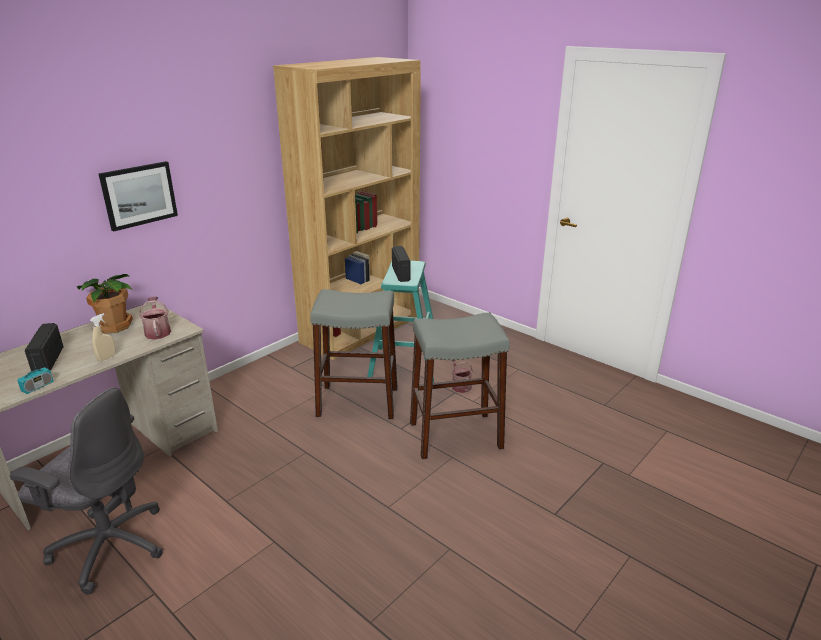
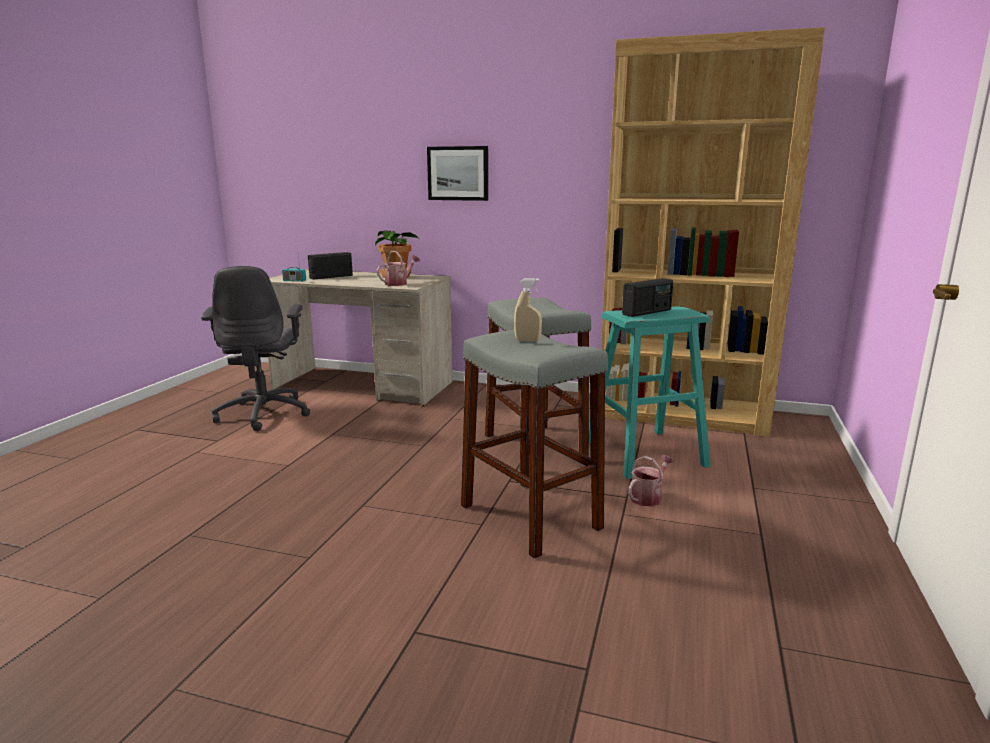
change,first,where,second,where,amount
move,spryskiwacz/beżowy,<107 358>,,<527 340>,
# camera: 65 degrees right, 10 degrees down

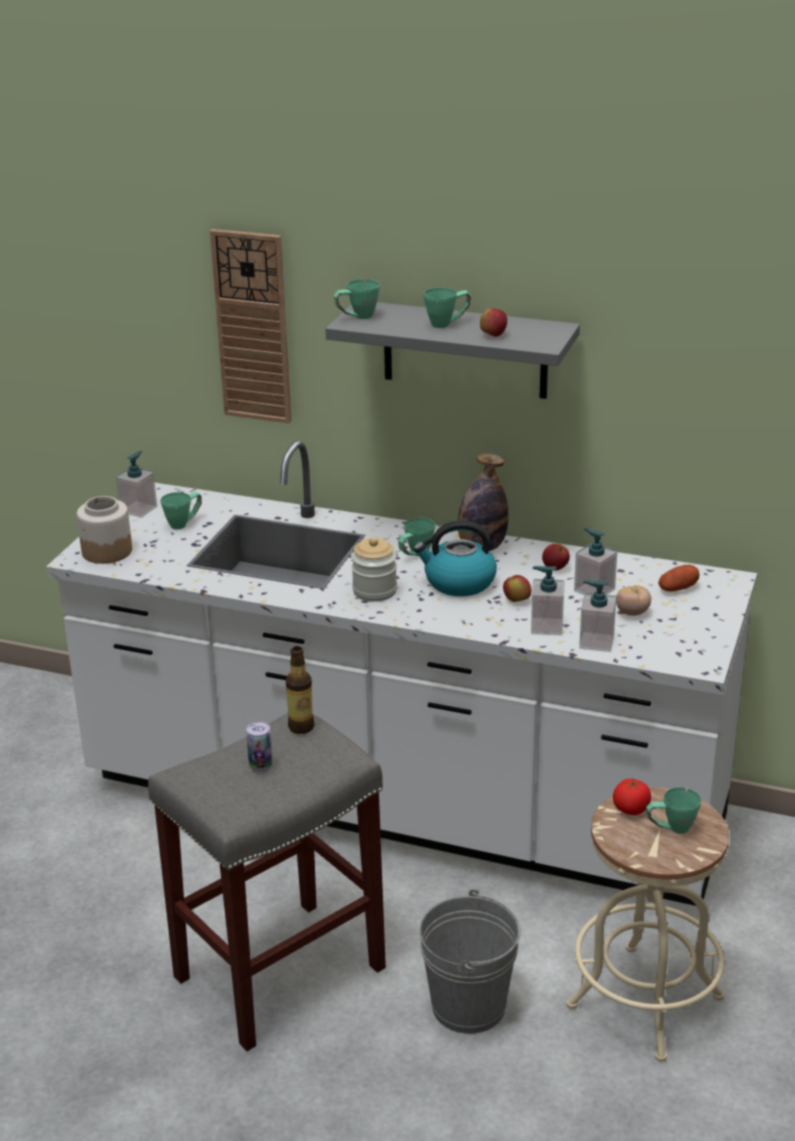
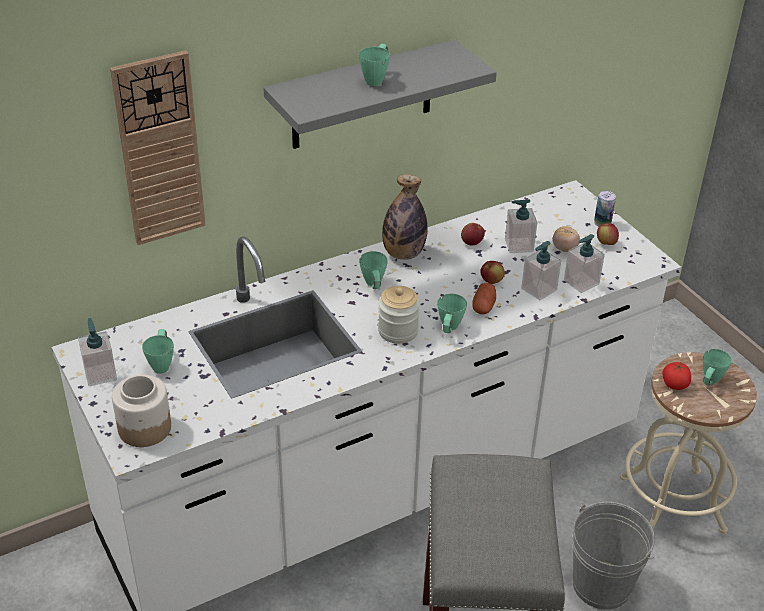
change,first,where,second,where,amount
delete,butelka,<301 727>,,,
delete,czajnik,<458 582>,,,
move,puszka,<261 766>,,<602 223>,
move,kubek/zielony,<357 317>,,<449 330>,
move,jabłko,<493 335>,,<606 243>,
move,ziemniak,<678 588>,,<483 306>,
# camera: 50 degrees left, 10 degrees up

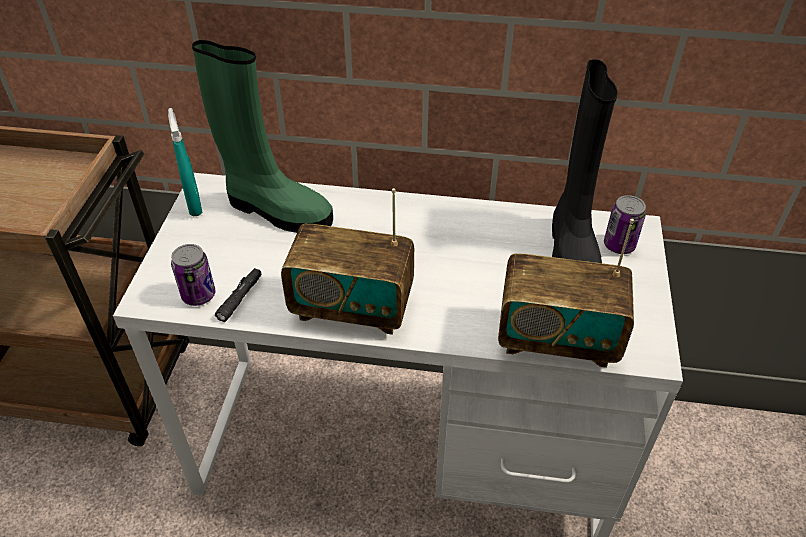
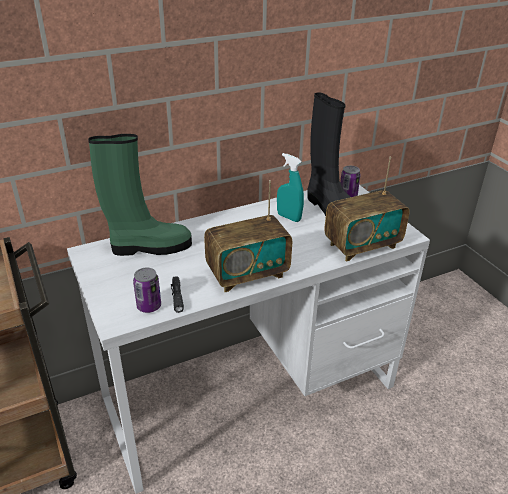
change,first,where,second,where,amount
move,spryskiwacz/turkusowy,<194 205>,,<289 217>,
# camera: 35 degrees left, 10 degrees down

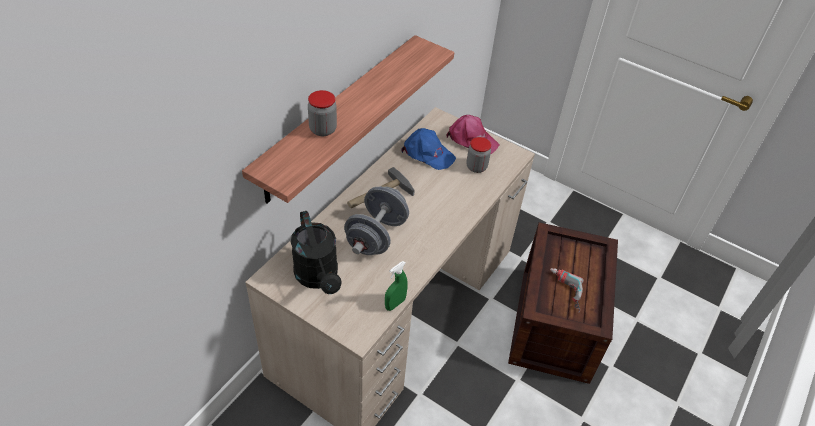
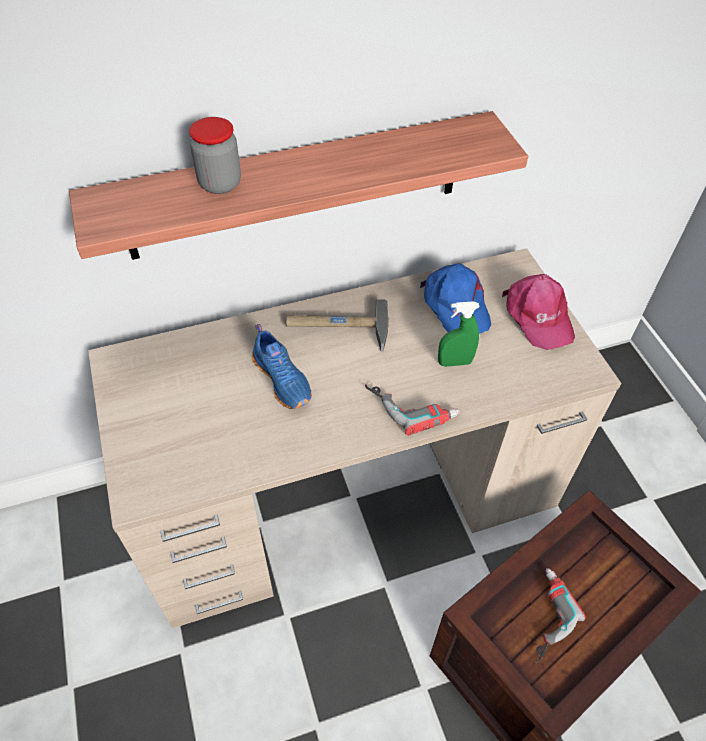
change,first,where,second,where,amount
delete,konewka/czarny,<318 277>,,,
delete,słoik,<476 167>,,,
insert,,,wiertarka,<412 404>,
move,spryskiwacz/zielony,<395 304>,,<454 362>,
replace,hantel/szary,<376 236>,but/niebieski,<283 379>,
# camera: 40 degrees right, 5 degrees up

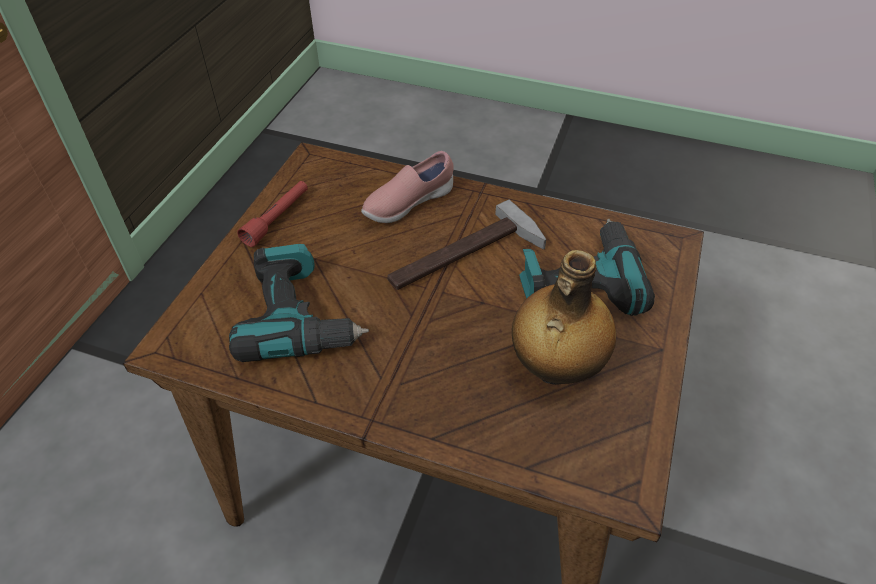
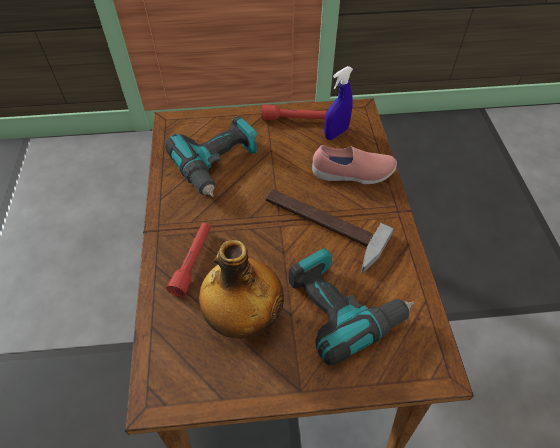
change,first,where,second,where,amount
insert,,,latarka/czerwony,<193 262>,
insert,,,spryskiwacz/niebieski,<336 133>,
rotate,but/różowy,<407 204>,,<353 175>,150 degrees clockwise
# camera: 65 degrees right, 5 degrees up

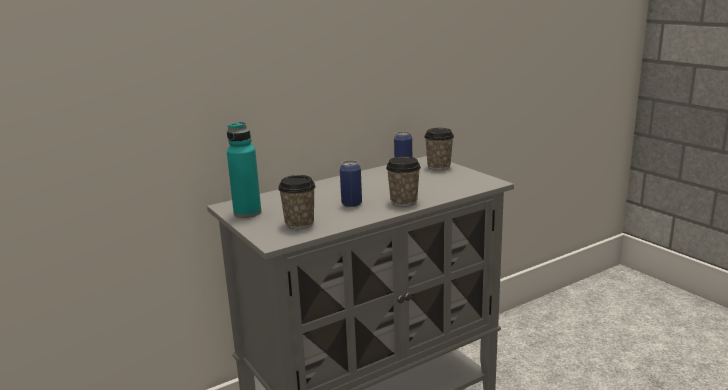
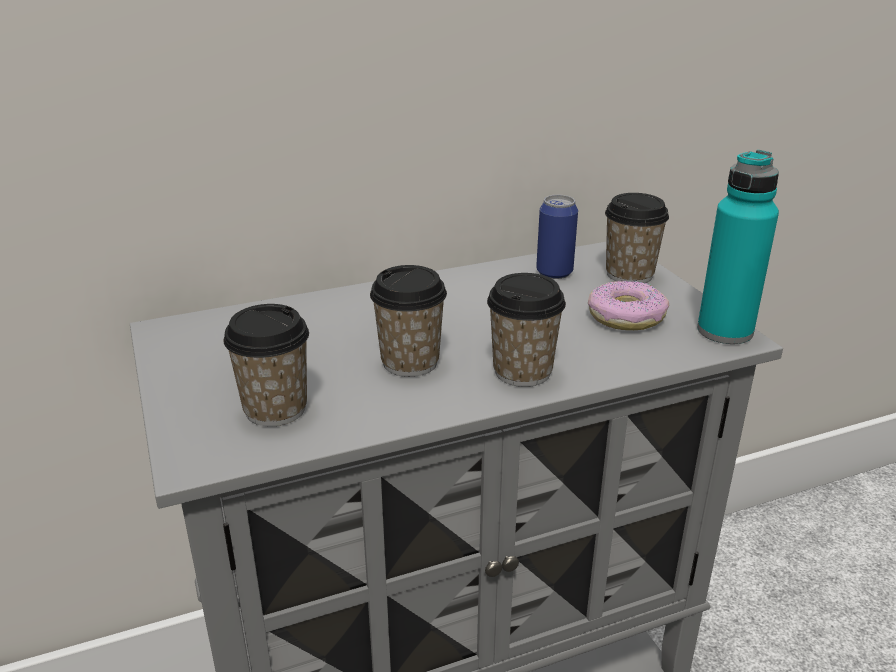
change,first,where,second,where,amount
insert,,,donut,<625 316>,
move,butelka/turkusowy,<247 213>,,<725 331>,
replace,puszka,<351 204>,filiżanka,<410 362>,
# camera: 10 degrees right, 10 degrees up

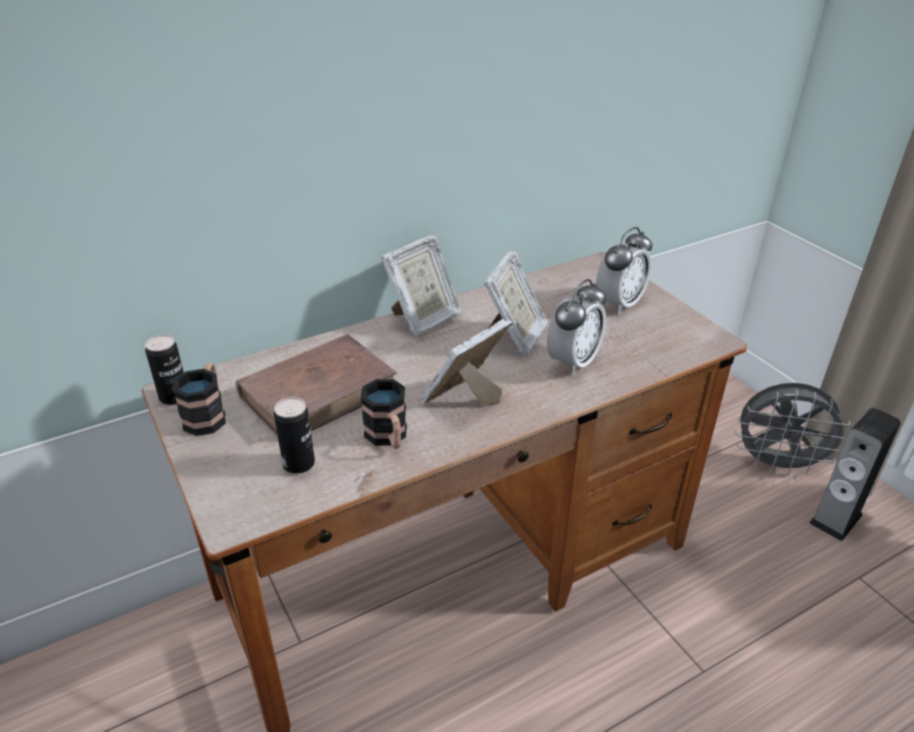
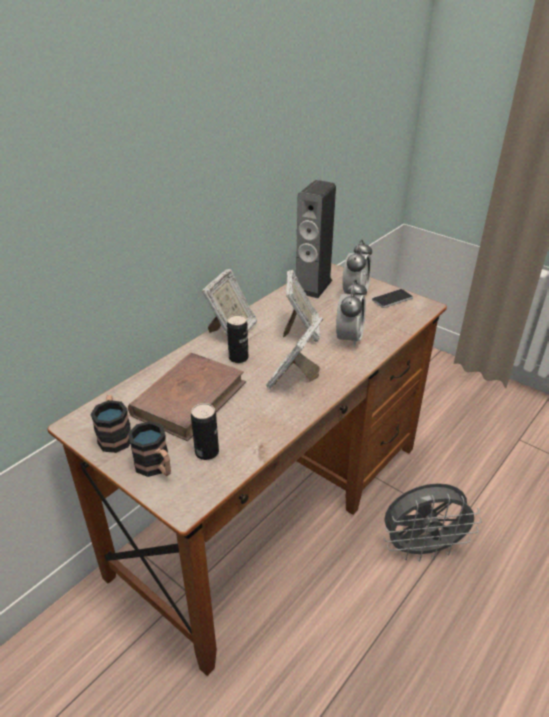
change,first,where,second,where,amount
insert,,,telefon,<392 299>,
move,puszka,<174 397>,,<238 358>,
move,kubek,<388 437>,,<156 467>,
move,wentylator/szary,<777 464>,,<422 549>,
move,głośnik,<835 519>,,<312 286>,
# camera: 20 degrees left, 0 degrees up

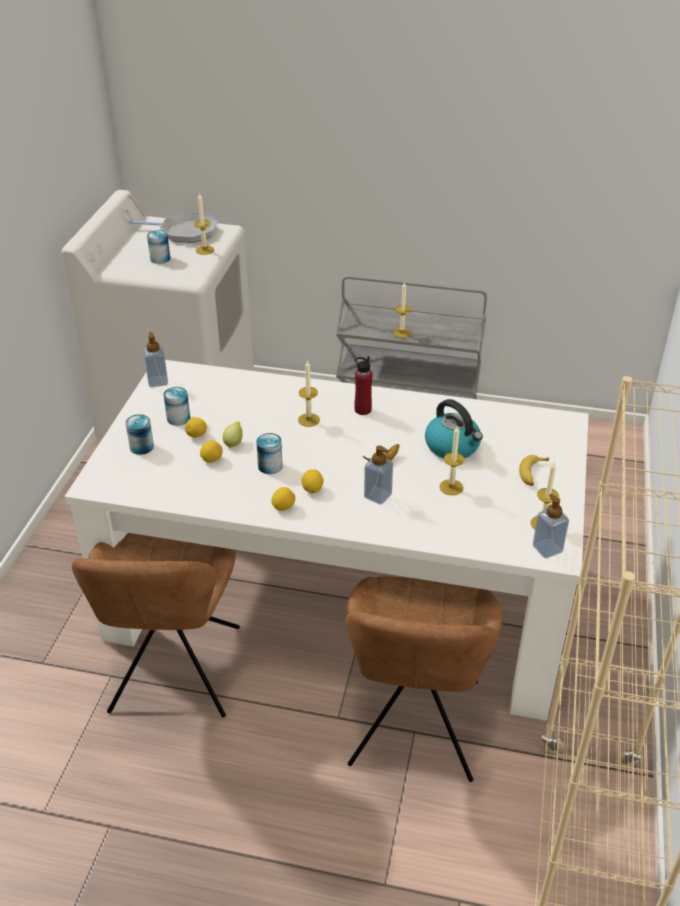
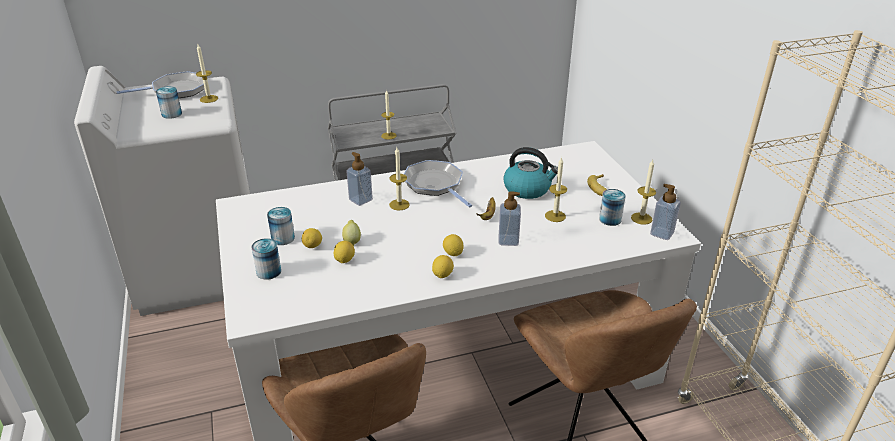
change,first,where,second,where,amount
move,dozownik mydła,<157 381>,,<360 200>,
move,puszka,<270 466>,,<610 219>,
replace,butelka/czerwony,<362 410>,patelnia,<435 185>,
# camera: 30 degrees left, 5 degrees down

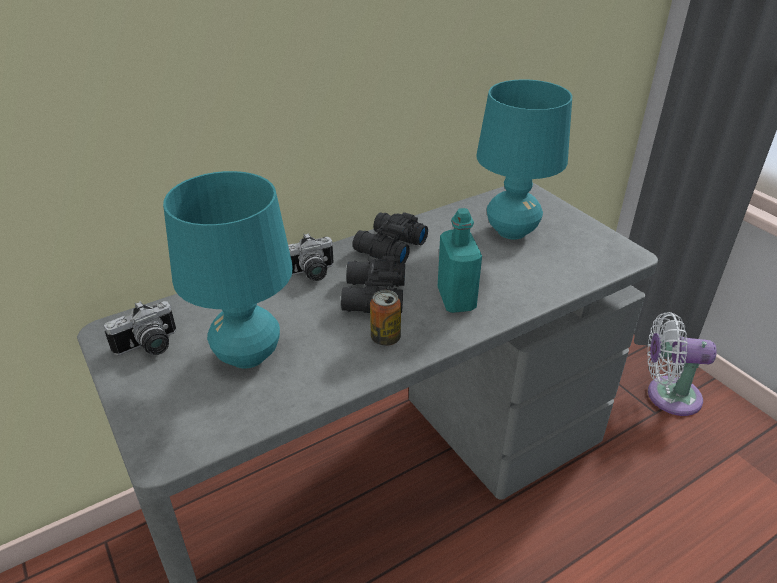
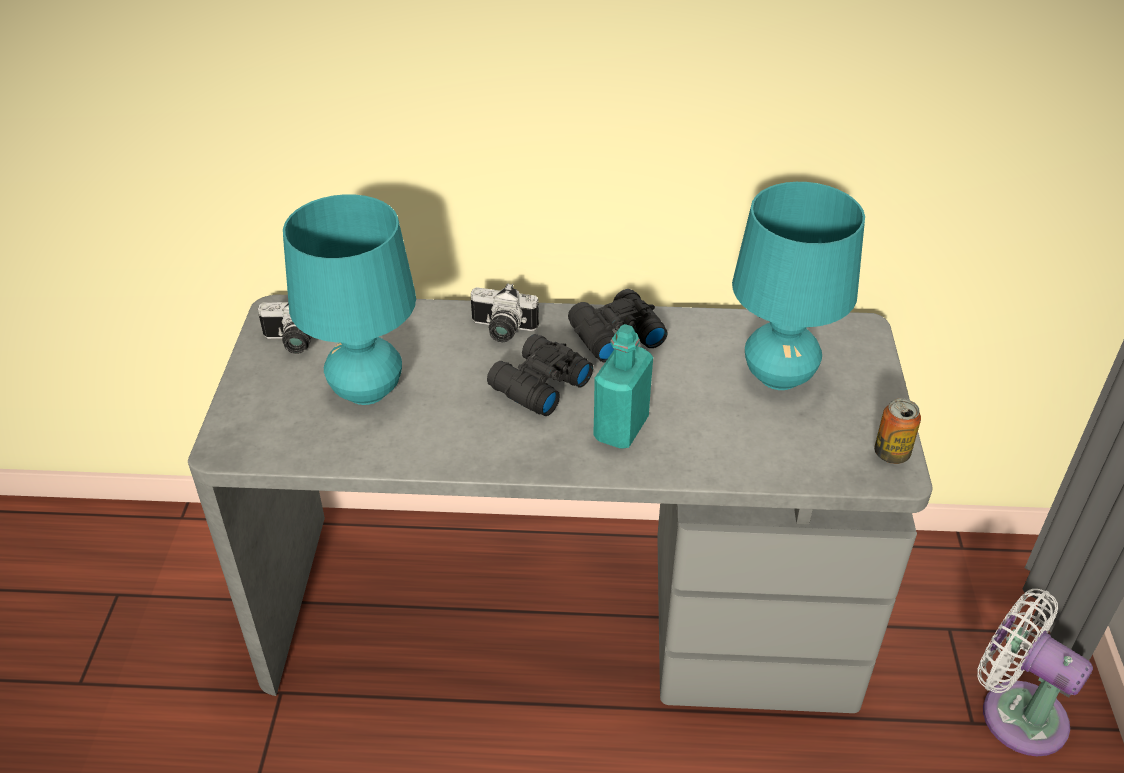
change,first,where,second,where,amount
move,puszka,<385 338>,,<891 454>,
# camera: 35 degrees right, 5 degrees up

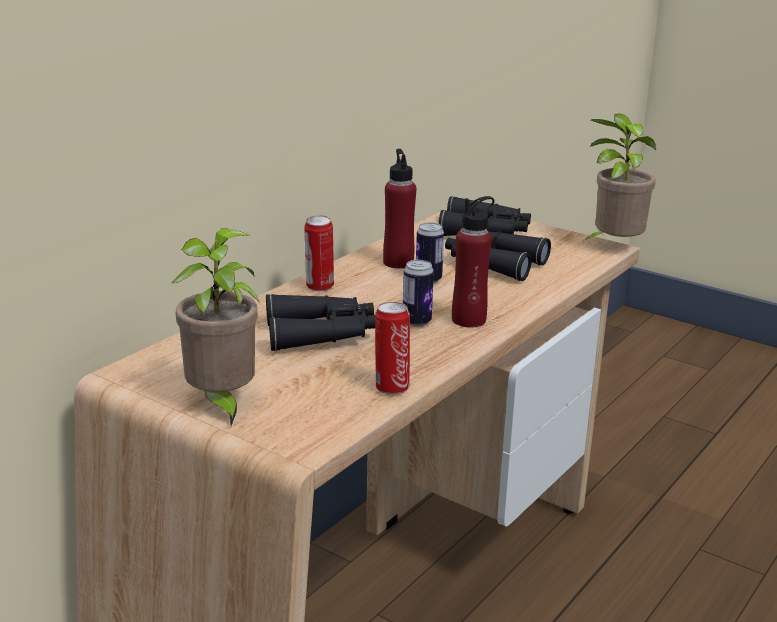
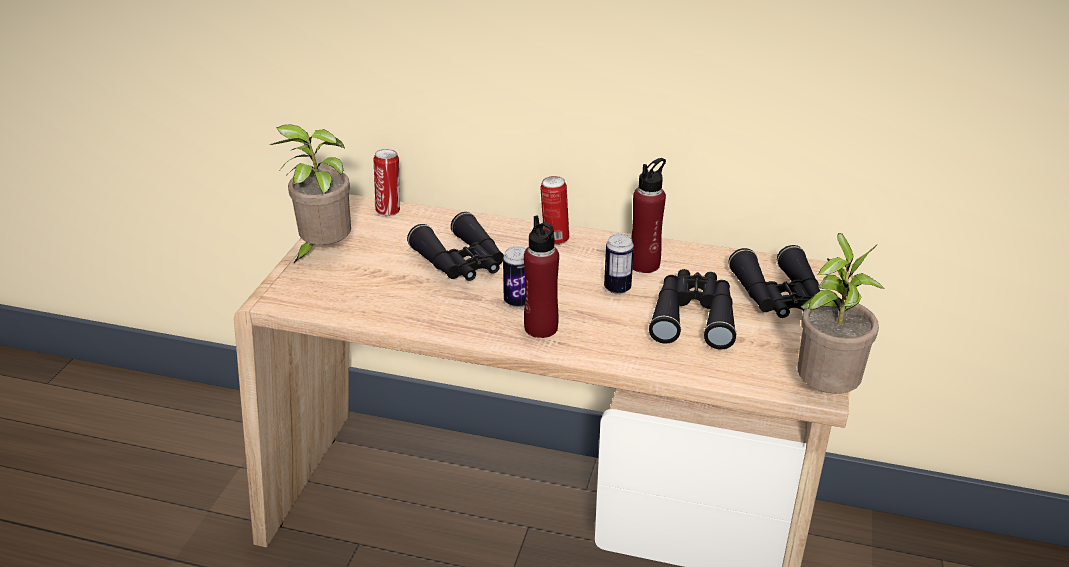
change,first,where,second,where,amount
move,puszka,<391 387>,,<389 210>,
# camera: 70 degrees right, 10 degrees up

